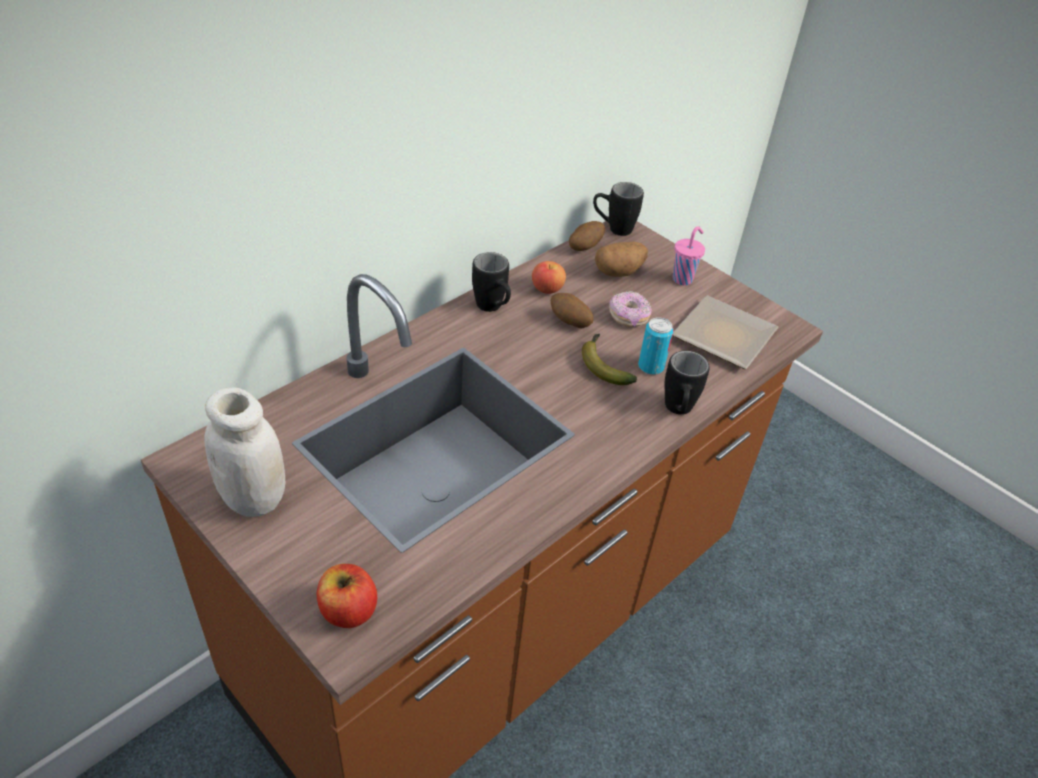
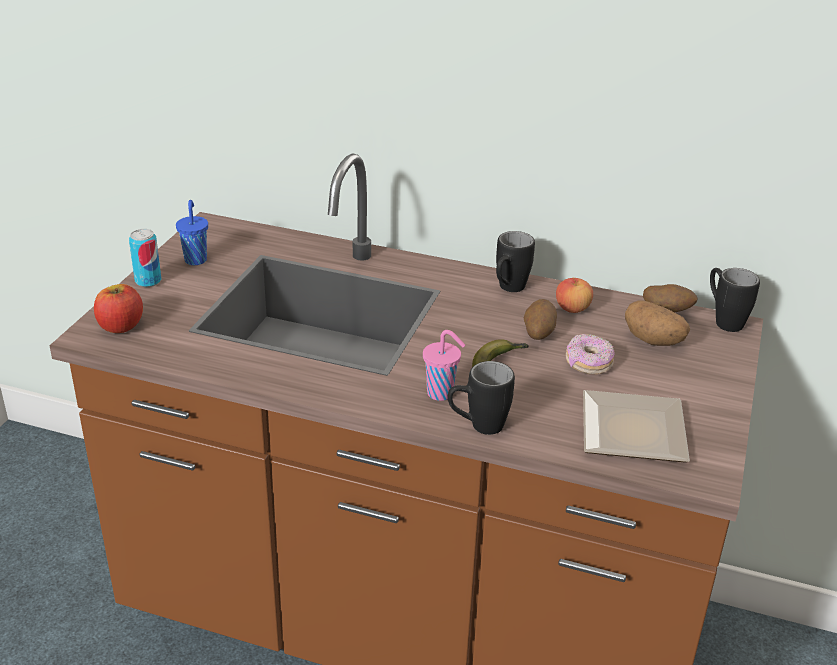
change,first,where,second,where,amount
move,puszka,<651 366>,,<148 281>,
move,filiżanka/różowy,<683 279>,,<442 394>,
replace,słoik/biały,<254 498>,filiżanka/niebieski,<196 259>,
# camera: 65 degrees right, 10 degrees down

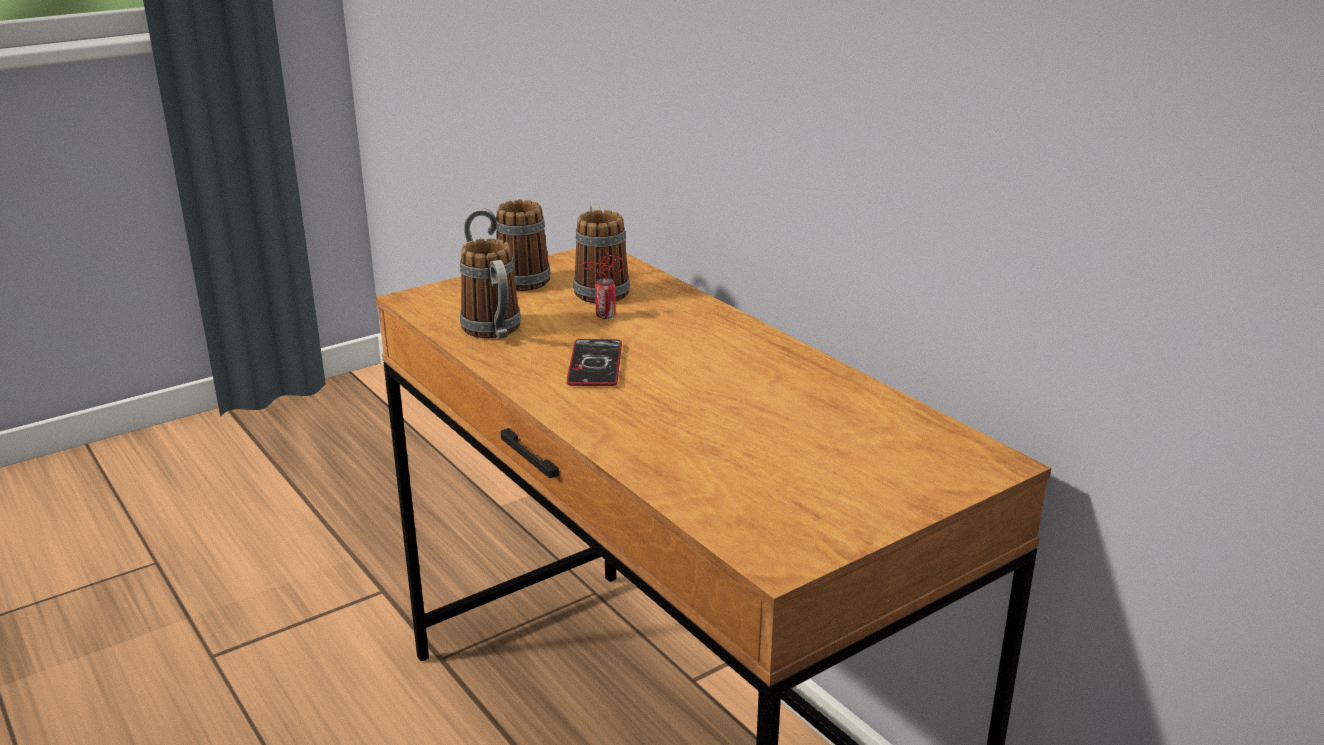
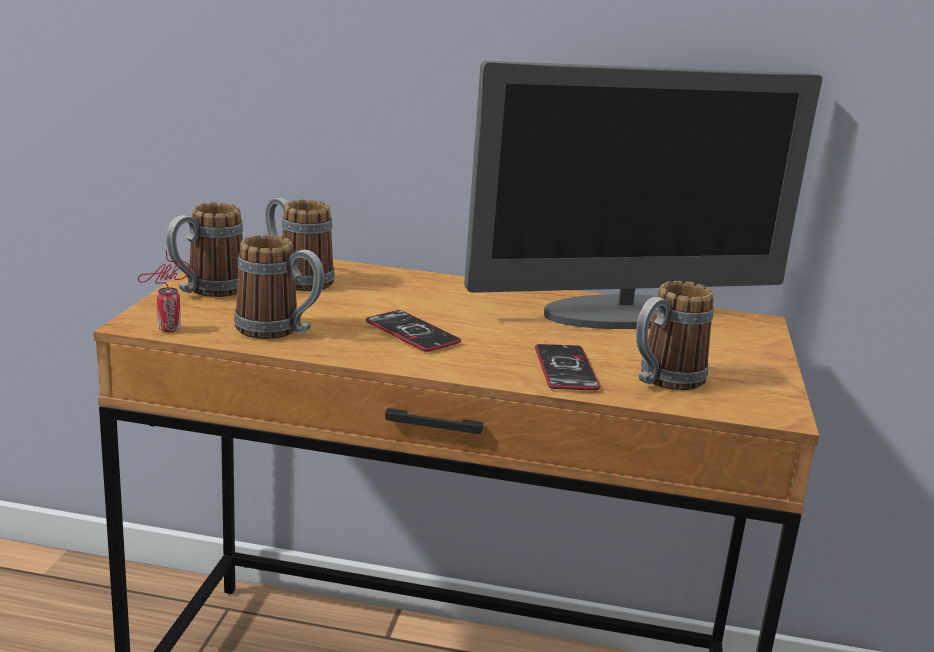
change,first,where,second,where,amount
insert,,,monitor,<624 314>,
insert,,,telefon,<565 369>,
insert,,,kubek,<663 381>,
move,puszka,<603 315>,,<166 329>,
# camera: 45 degrees left, 5 degrees down

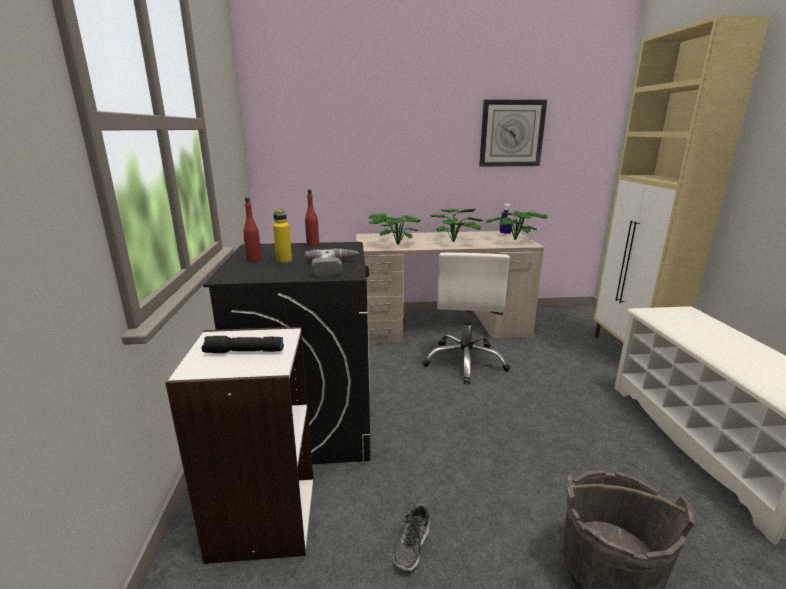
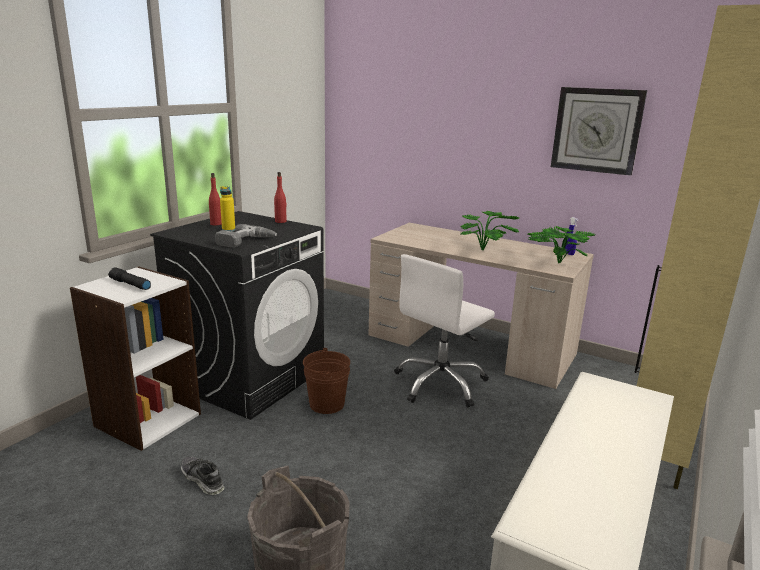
change,first,where,second,where,amount
delete,roślina doniczkowa,<394 245>,,,
insert,,,wiadro/brązowy,<327 404>,
rotate,but,<412 545>,,<202 480>,75 degrees clockwise
# camera: 35 degrees right, 0 degrees up

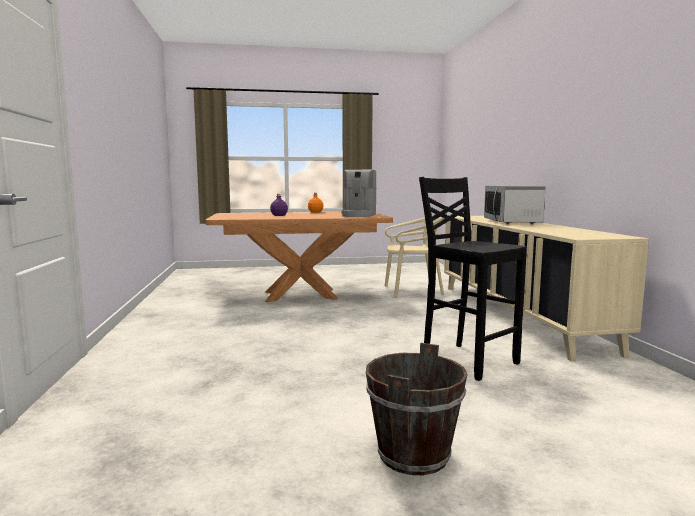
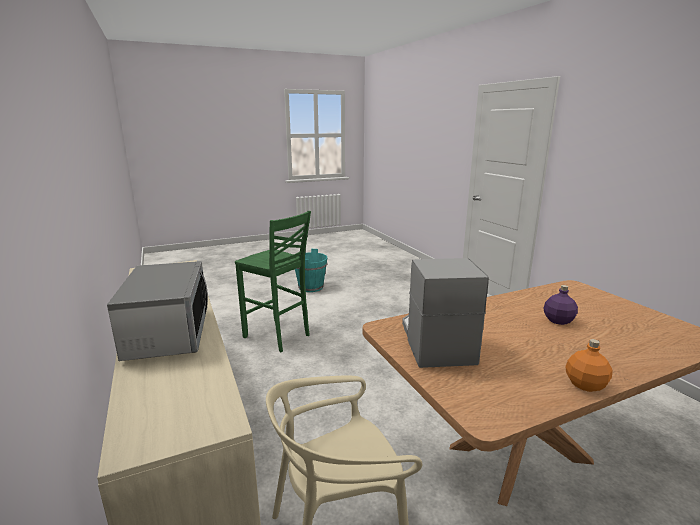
change,first,where,second,where,amount
recolor,wiadro/brązowy,<414 455>,wiadro/turkusowy,<310 287>,
recolor,stołek/czarny,<467 360>,stołek/zielony,<278 336>,
# camera: 165 degrees right, 10 degrees up

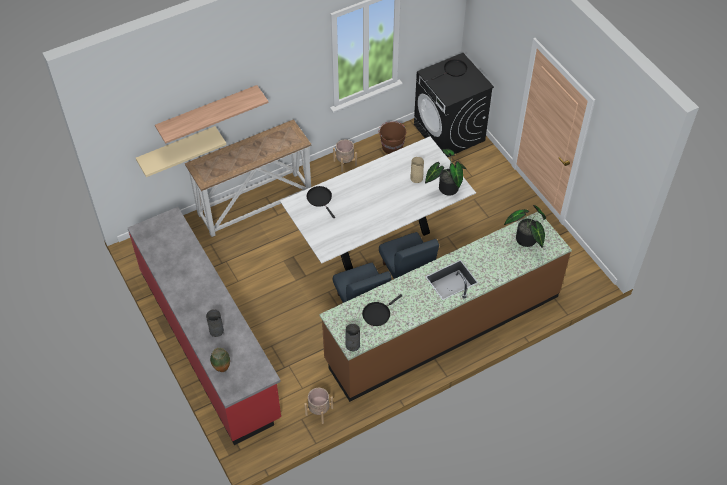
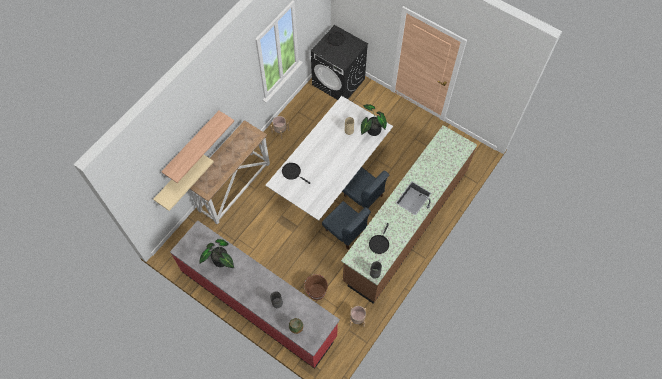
change,first,where,second,where,amount
move,wiadro/brązowy,<392 146>,,<316 291>,
move,roślina doniczkowa,<525 241>,,<221 261>,
# camera: 25 degrees left, 10 degrees up

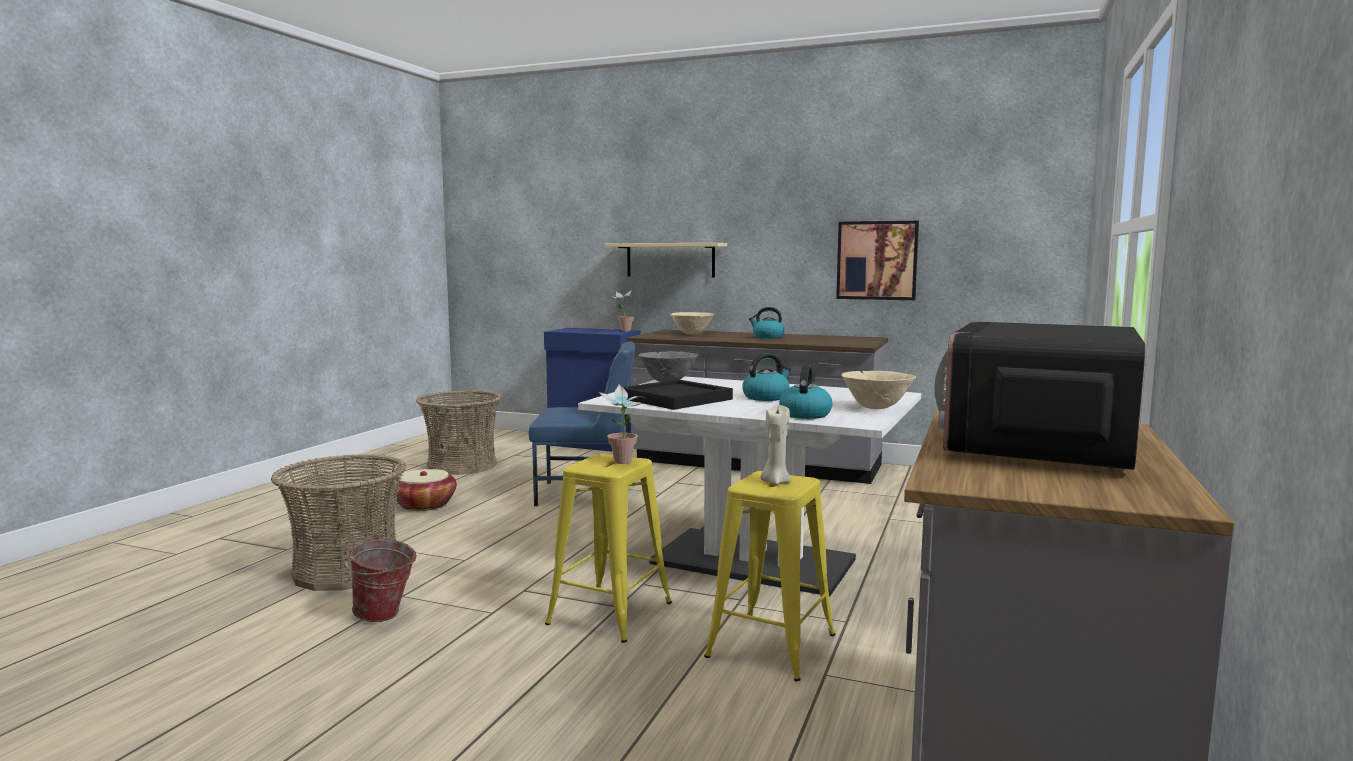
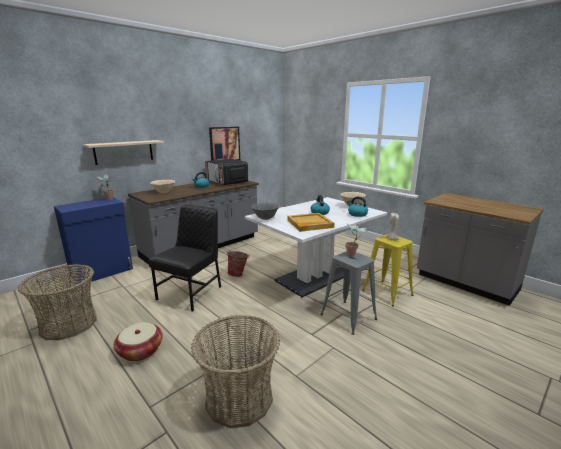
change,first,where,second,where,amount
move,wiadro,<383 617>,,<238 274>,
move,mikrofalówka,<1038 447>,,<227 182>,
recolor,krzesło/niebieski,<586 494>,krzesło/czarny,<191 293>,
recolor,stołek/żółty,<610 613>,stołek/szary,<348 317>,
recolor,taca/czarny,<674 399>,taca/beżowy,<309 224>,
# camera: 65 degrees left, 10 degrees up

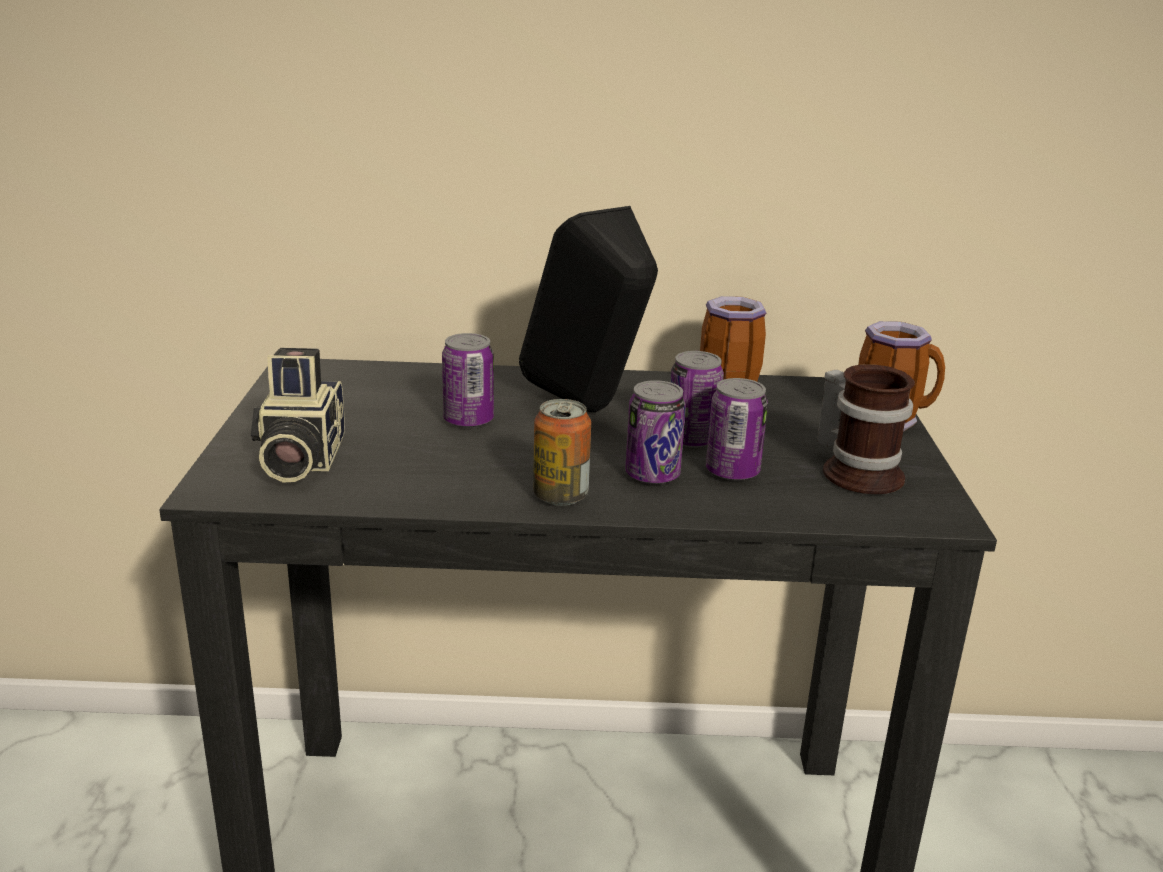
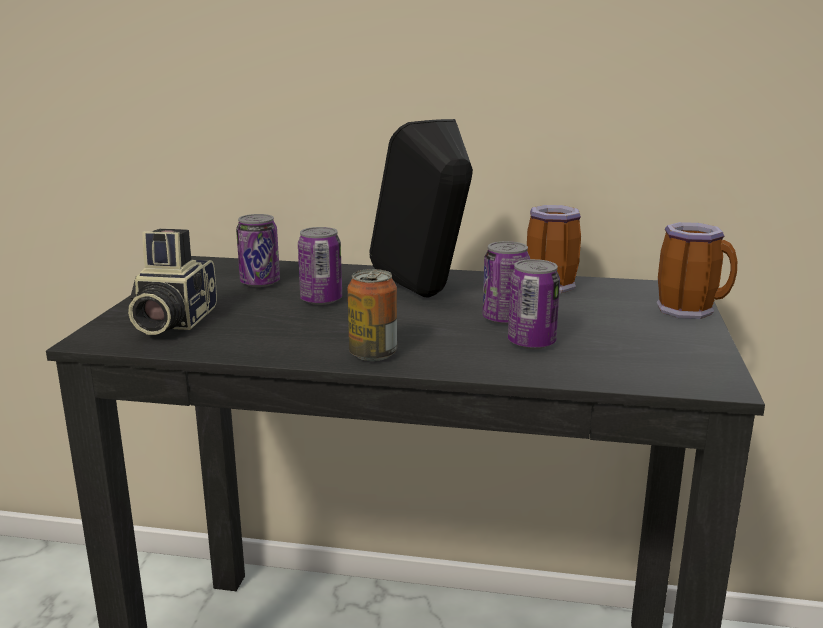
change,first,where,second,where,amount
delete,kubek,<859 471>,,,
move,puszka,<652 475>,,<260 283>,
# camera: 10 degrees right, 5 degrees down

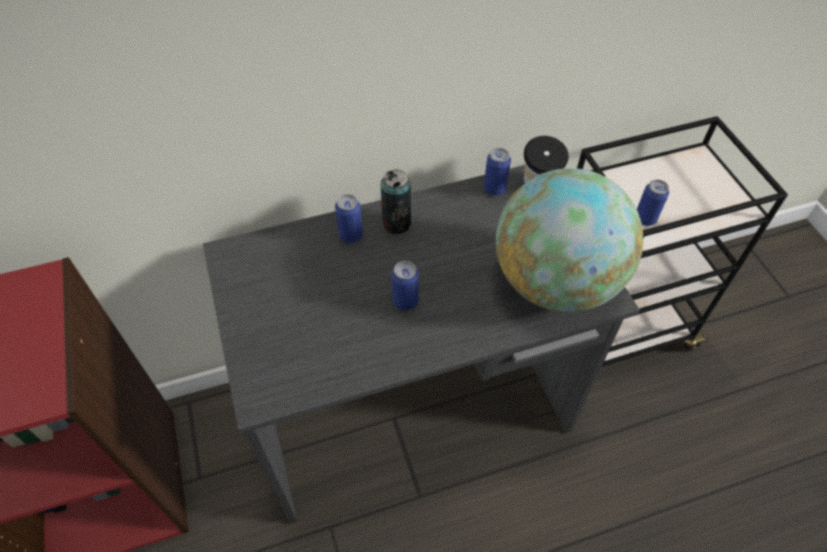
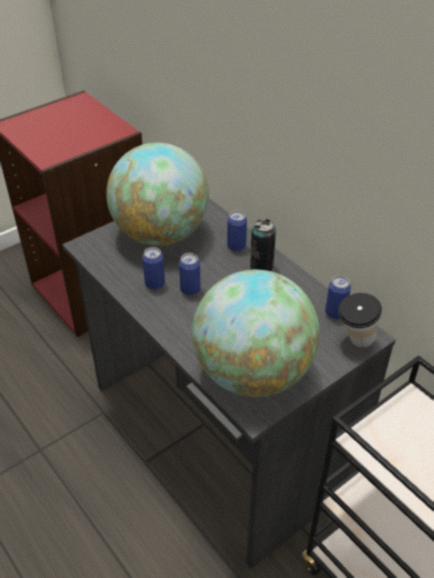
change,first,where,second,where,amount
insert,,,globus,<161 234>,
move,puszka,<645 219>,,<155 284>,
# camera: 70 degrees right, 10 degrees down

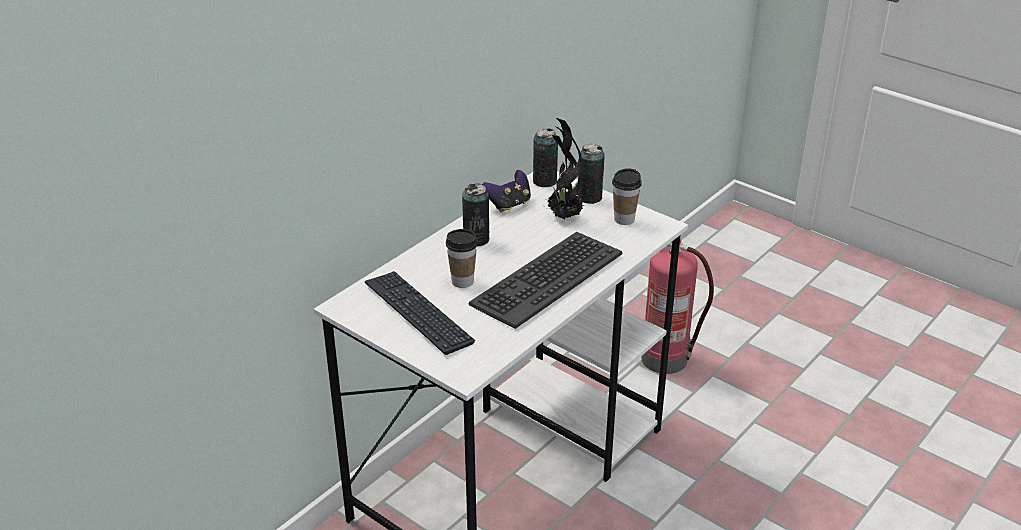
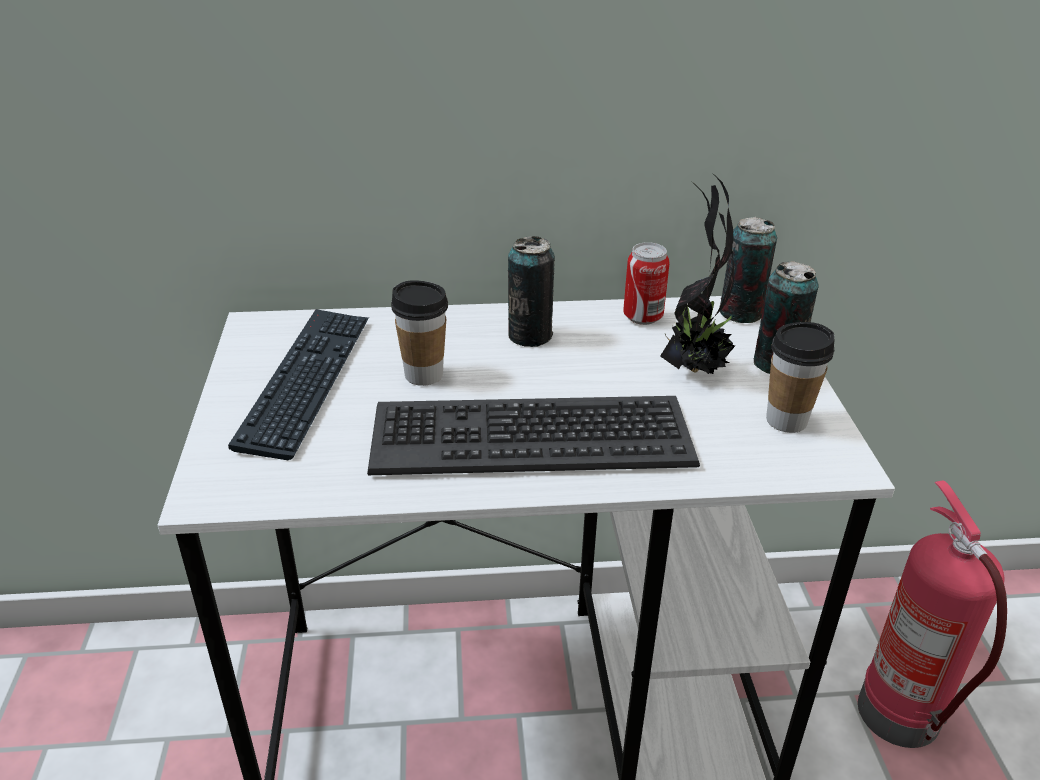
change,first,where,second,where,amount
replace,pad do gier,<508 205>,puszka,<642 317>,
# camera: 45 degrees right, 0 degrees up

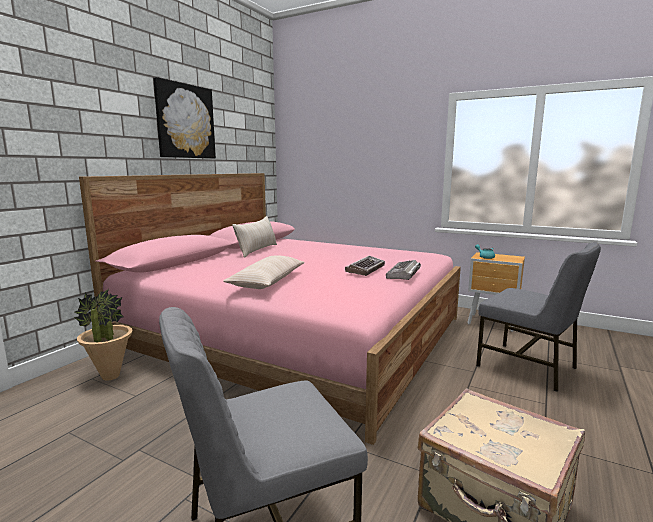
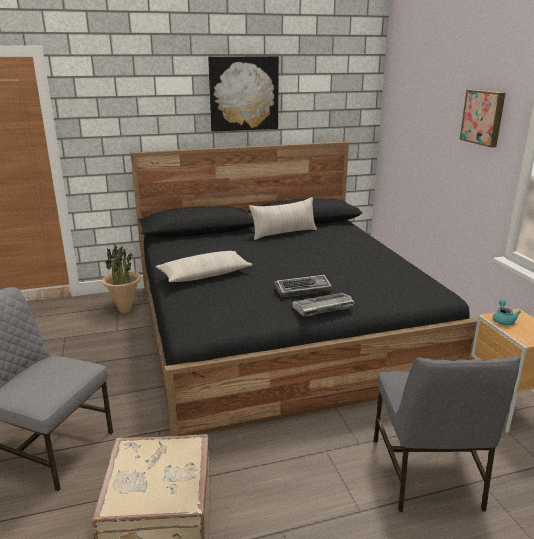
change,first,where,second,where,amount
insert,,,obraz,<483 117>,
recolor,łóżko/różowy,<296 333>,łóżko/czarny,<280 328>,
# camera: 45 degrees right, 10 degrees up

